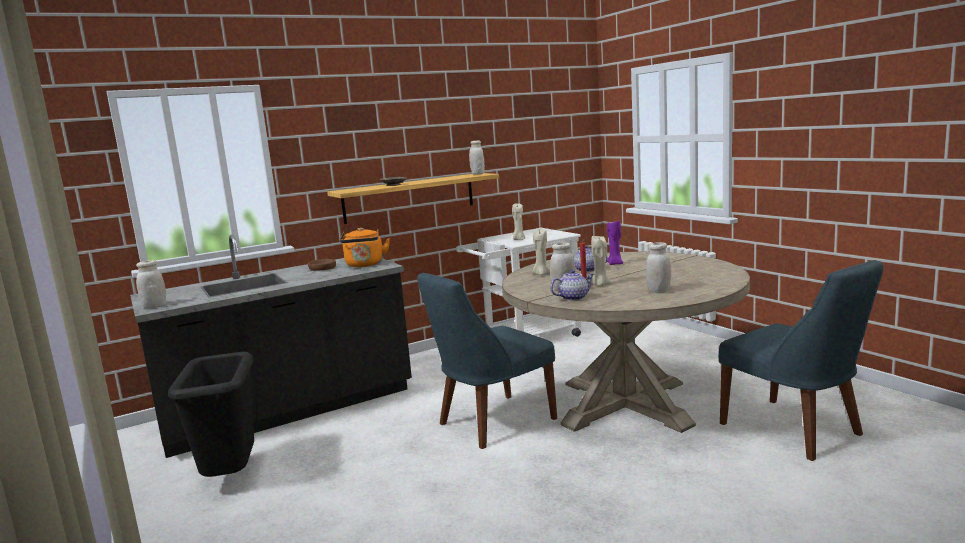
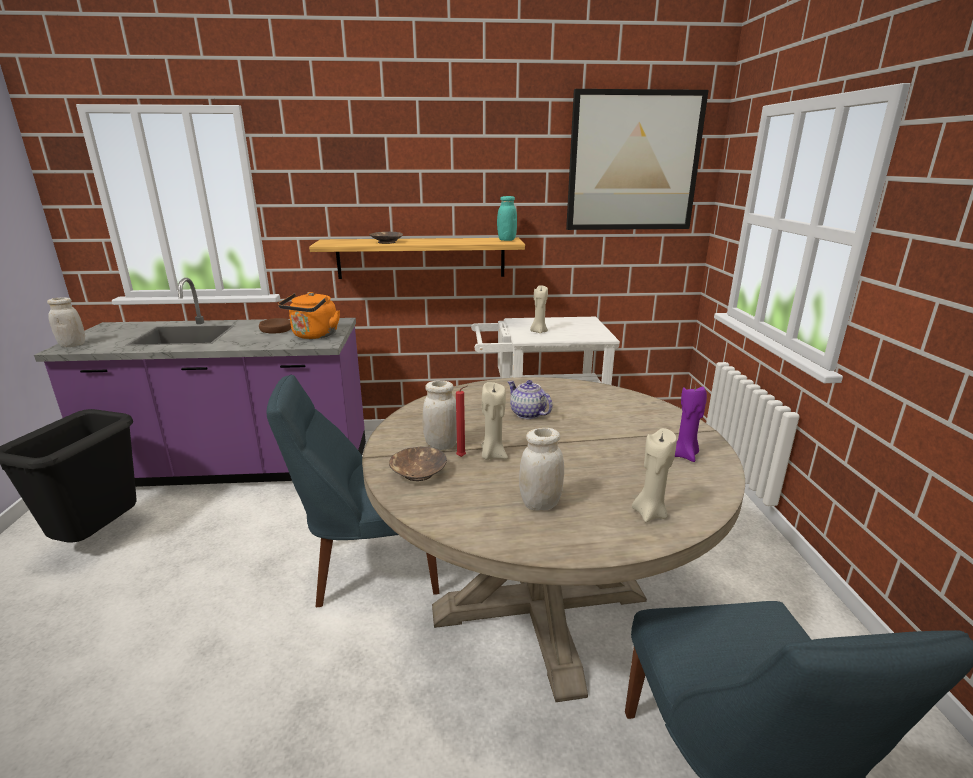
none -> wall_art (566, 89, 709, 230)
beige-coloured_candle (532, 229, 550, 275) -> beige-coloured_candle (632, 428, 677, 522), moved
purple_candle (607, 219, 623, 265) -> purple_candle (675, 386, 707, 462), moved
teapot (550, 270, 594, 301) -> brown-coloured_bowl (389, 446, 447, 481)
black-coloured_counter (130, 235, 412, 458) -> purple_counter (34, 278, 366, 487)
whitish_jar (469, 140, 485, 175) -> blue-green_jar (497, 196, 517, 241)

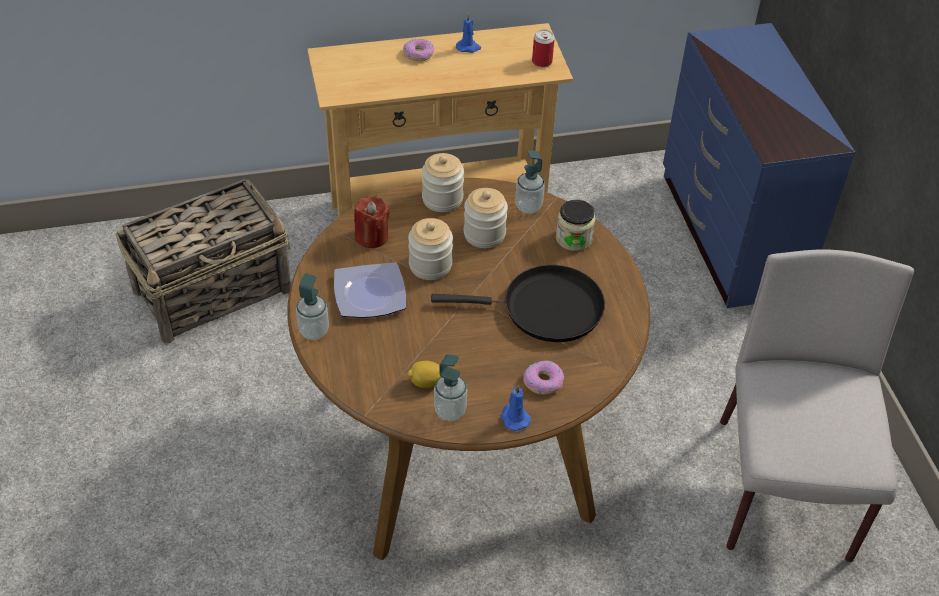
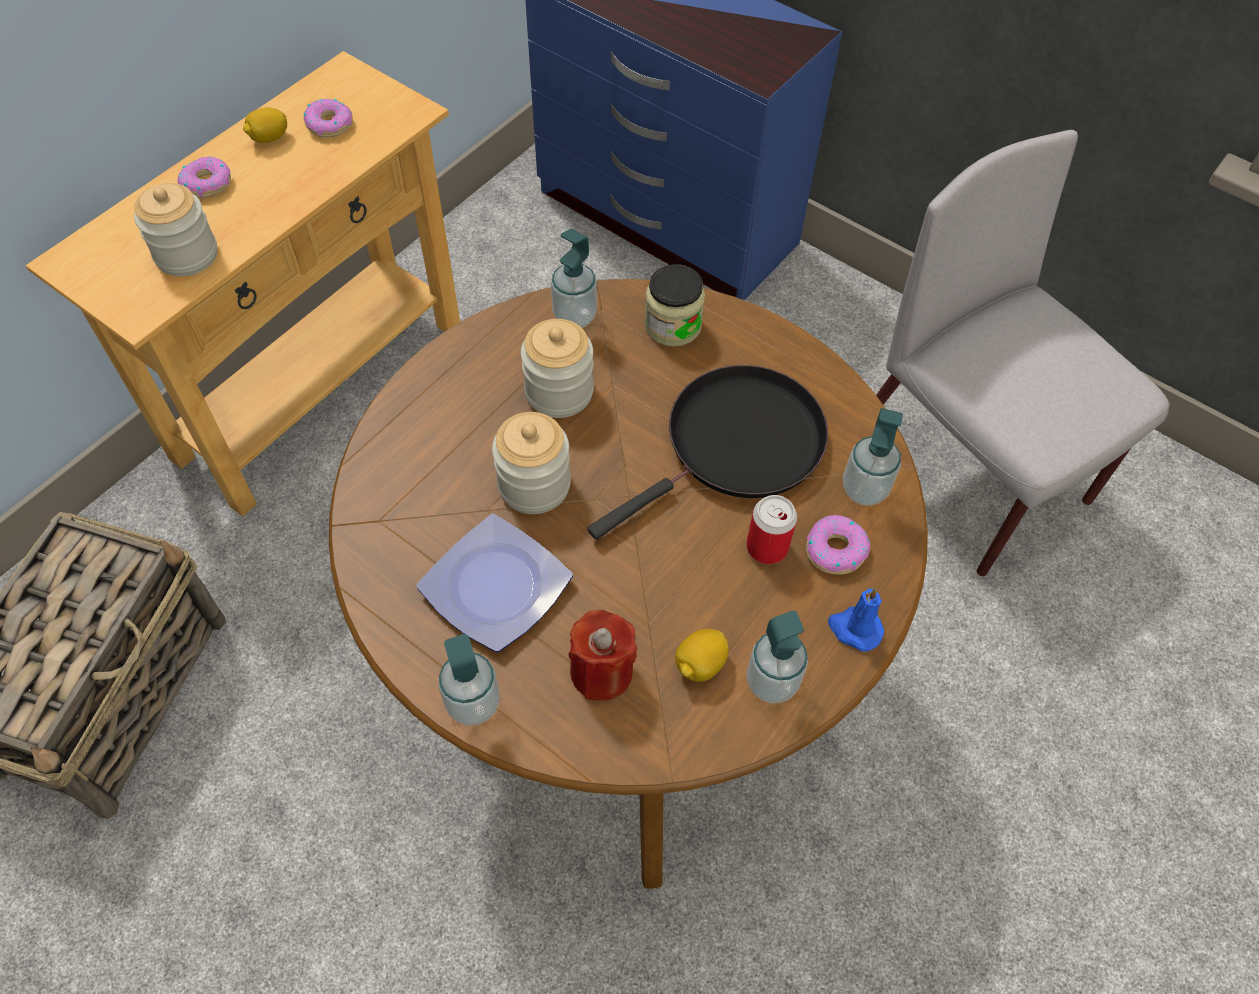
none -> ring_doughnut (303, 99, 353, 138)
none -> soap_bottle (843, 408, 903, 506)
red-coloured_candle (354, 196, 390, 248) -> red-coloured_candle (568, 610, 637, 701), moved
jar (422, 153, 464, 212) -> jar (134, 183, 218, 276), moved
can (532, 29, 555, 67) -> can (746, 495, 797, 564), moved
blue-coloured_candle (456, 13, 481, 53) -> citrus_fruit (243, 107, 287, 143)

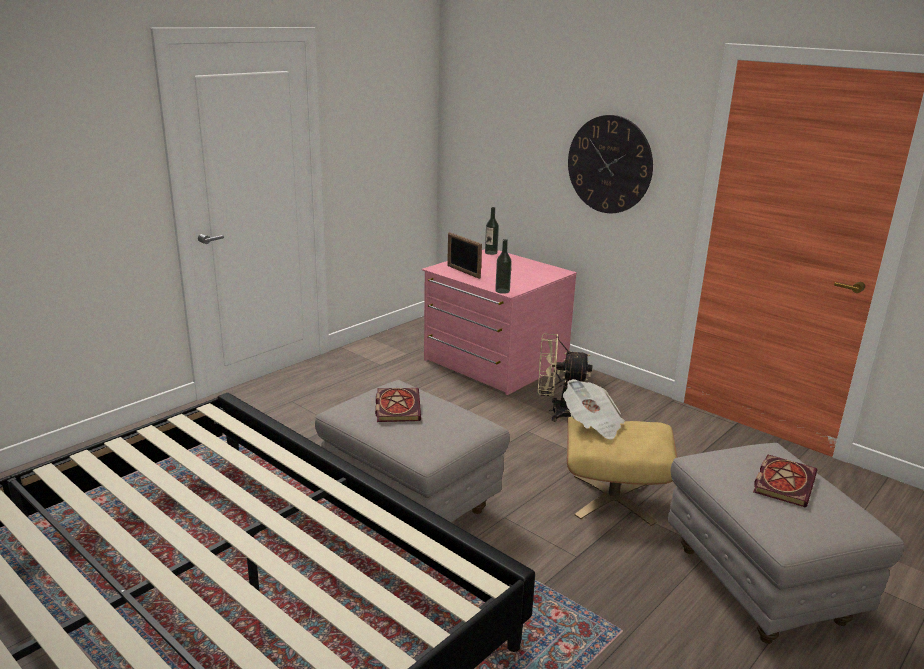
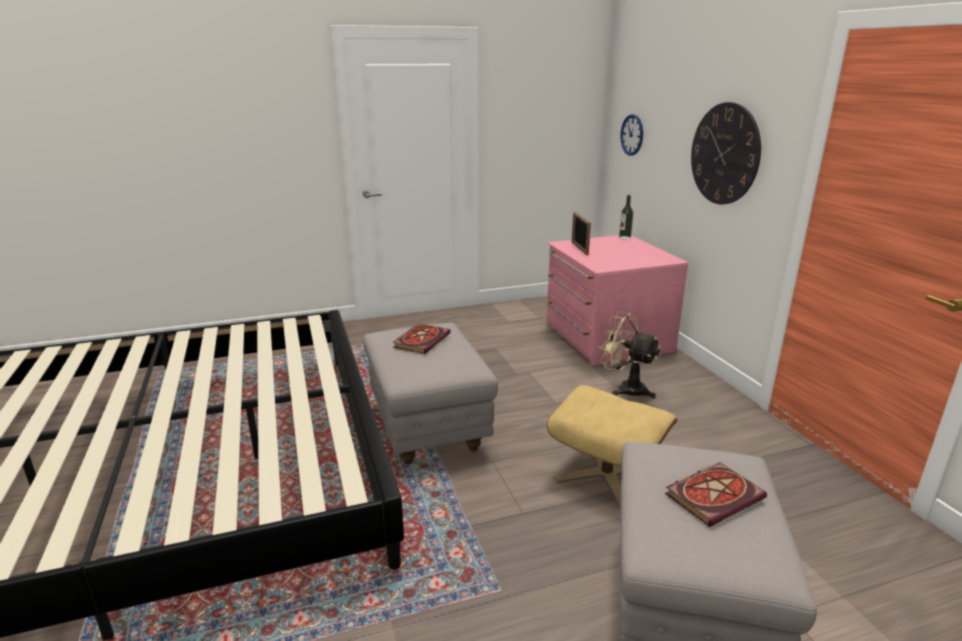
bottle (495, 239, 512, 294) -> none
newspaper (563, 379, 625, 440) -> none
none -> clock_on_the_wall (620, 114, 643, 156)

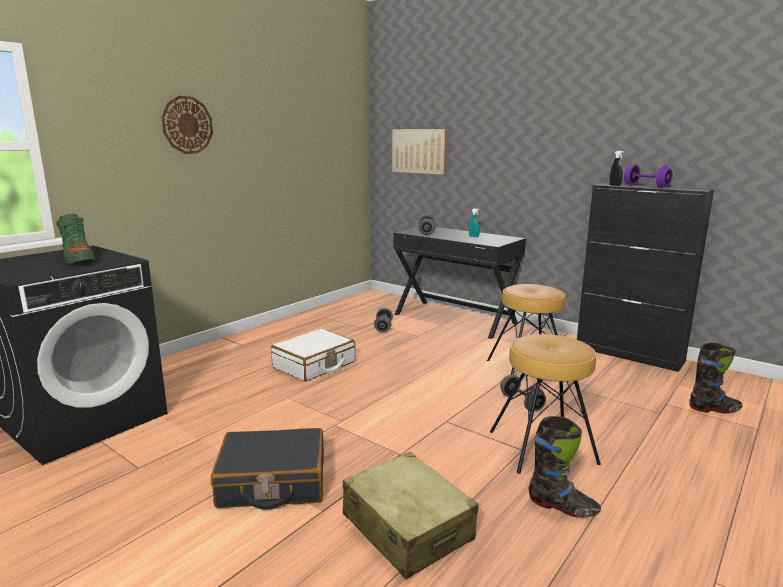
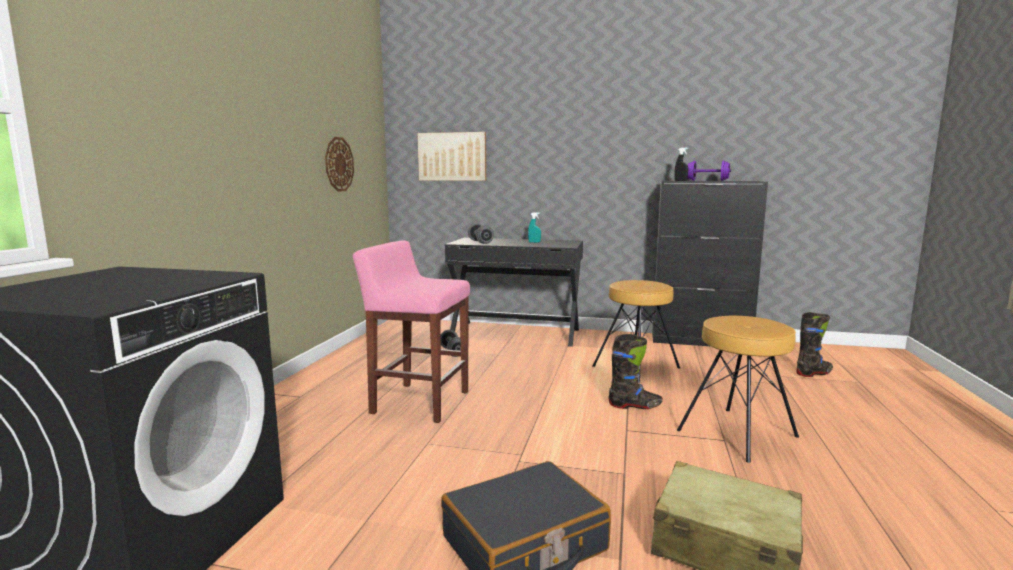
greenish_tall_boot (56, 214, 96, 264) -> none
gray_hand_weight (500, 375, 546, 411) -> none
clock_on_the_wall (162, 96, 213, 154) -> clock_on_the_wall (325, 137, 354, 192), moved
black-coloured_tall_boot (529, 416, 601, 518) -> black-coloured_tall_boot (608, 334, 663, 409), moved
whitish_suitcase (271, 329, 355, 381) -> pink-coloured_stool_seat (353, 240, 470, 423)

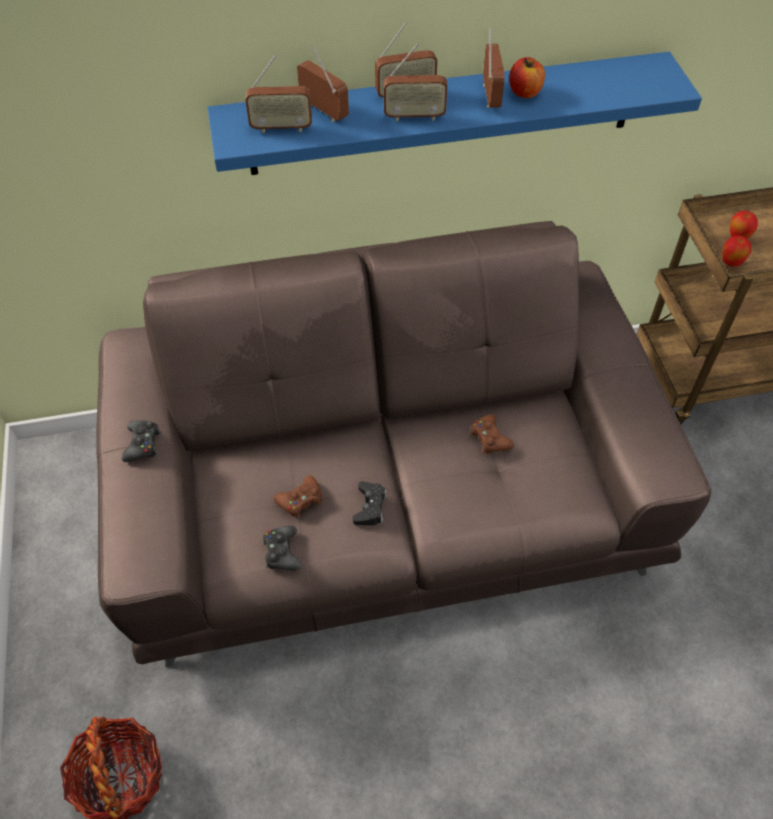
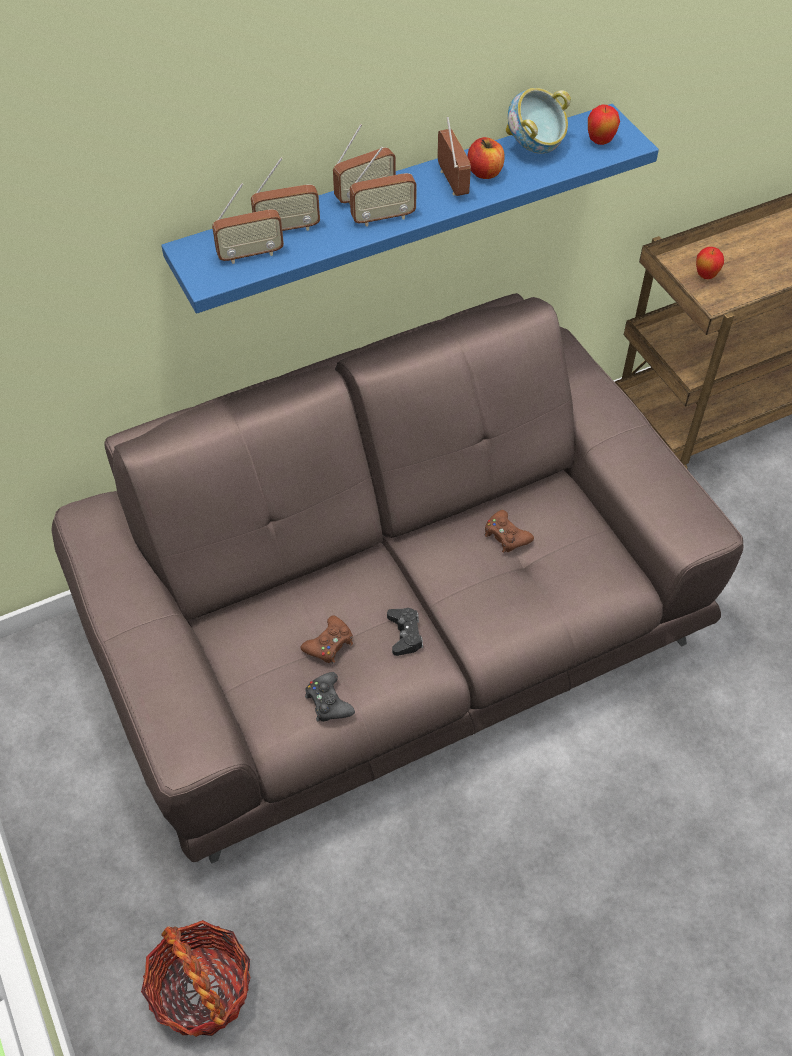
black-coloured_game_controller (122, 420, 161, 462) -> none
none -> bowl (506, 88, 571, 154)
apple_fruit (722, 235, 751, 267) -> apple_fruit (588, 104, 620, 145), moved
radio_receiver (297, 45, 349, 122) -> radio_receiver (251, 158, 320, 231), 135 degrees clockwise

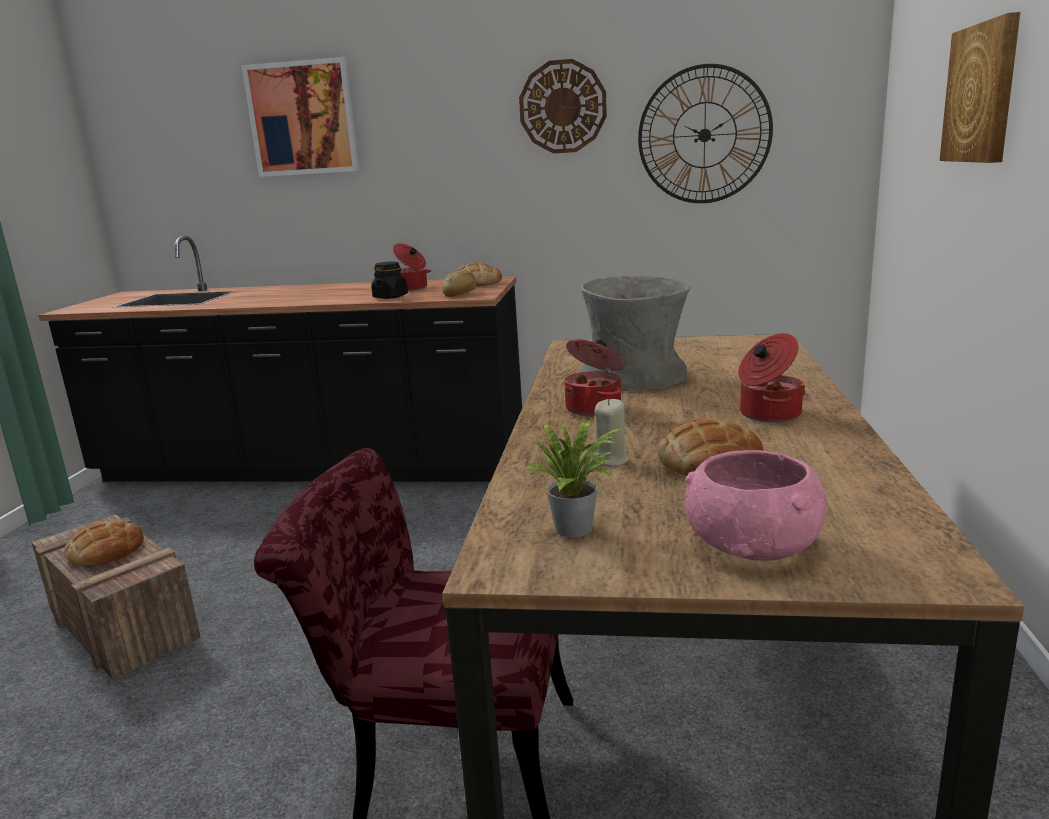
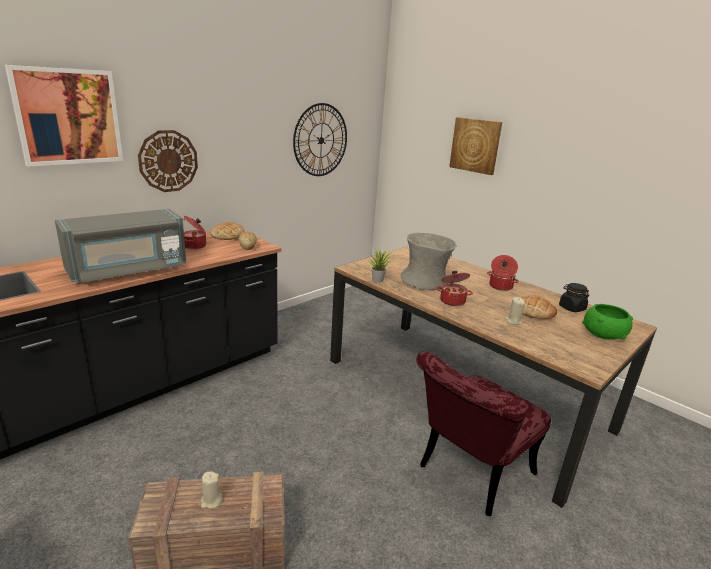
none -> gray_microwave_oven (55, 209, 186, 283)
black-coloured_jar (371, 261, 408, 299) -> black-coloured_jar (559, 283, 589, 312), moved
clock_on_the_wall (519, 59, 607, 153) -> clock_on_the_wall (138, 130, 198, 192), moved
houseplant (524, 416, 622, 537) -> houseplant (368, 249, 394, 282), moved
bakery_bread (64, 520, 144, 566) -> beige-coloured_candle (201, 471, 222, 509)
pink-coloured_bowl (685, 450, 827, 561) -> greenish_bowl (582, 304, 633, 340)

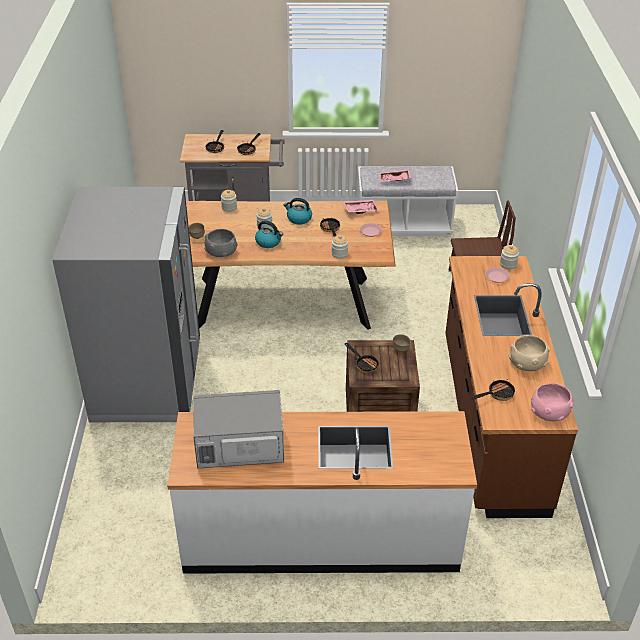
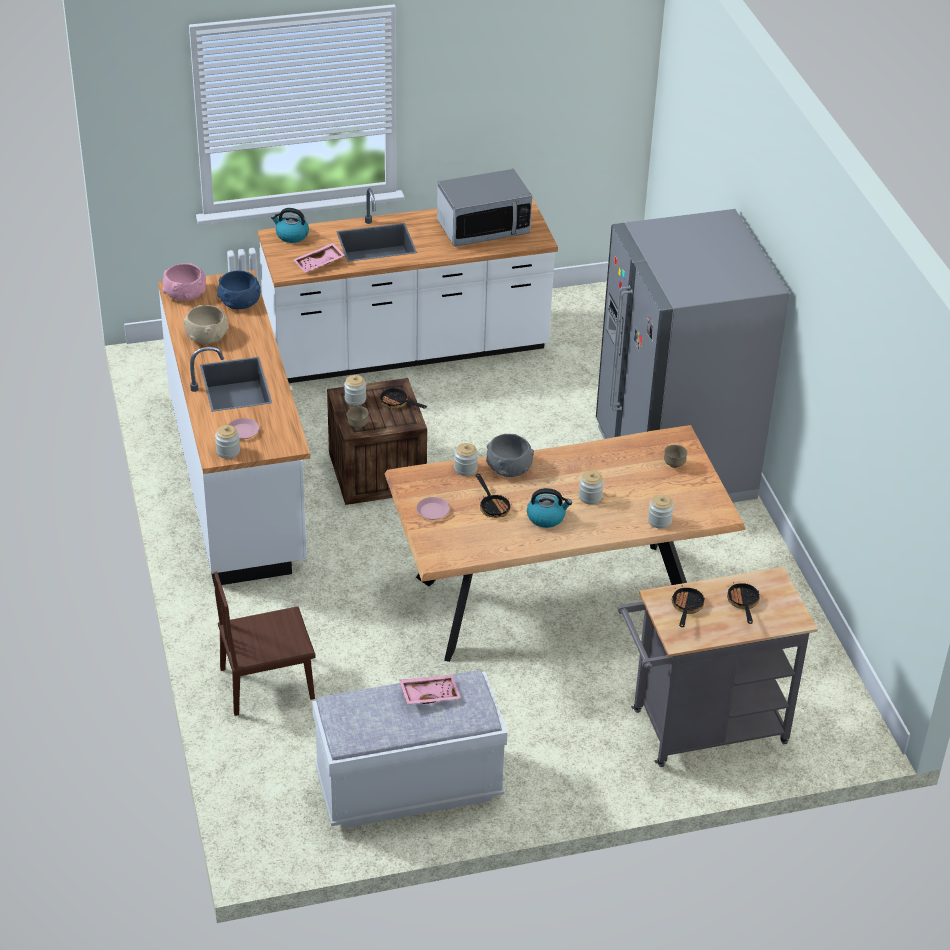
none -> jar (344, 375, 366, 406)
gray_bowl (204, 229, 238, 257) -> gray_bowl (486, 434, 534, 477), moved
tea_kettle (255, 220, 283, 248) -> tea_kettle (271, 208, 309, 243), moved
pink-coloured_serving_tray (342, 200, 380, 214) -> pink-coloured_serving_tray (293, 243, 345, 272), moved
pan (472, 379, 515, 401) -> blue-coloured_bowl (217, 270, 261, 309)
brown-coloured_counter (445, 256, 578, 518) -> whitish_counter (158, 270, 310, 586)

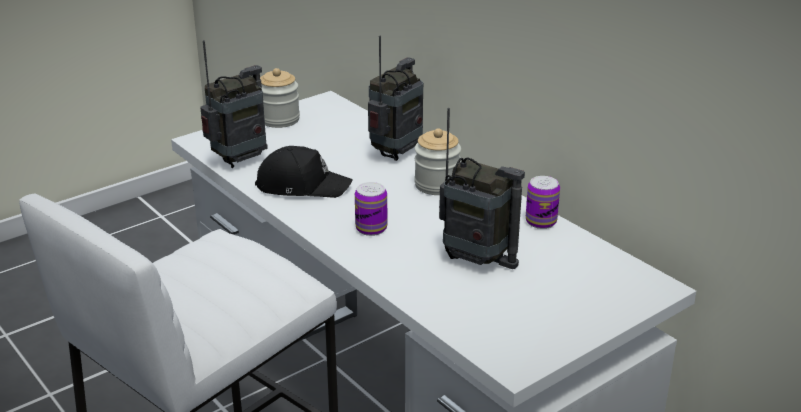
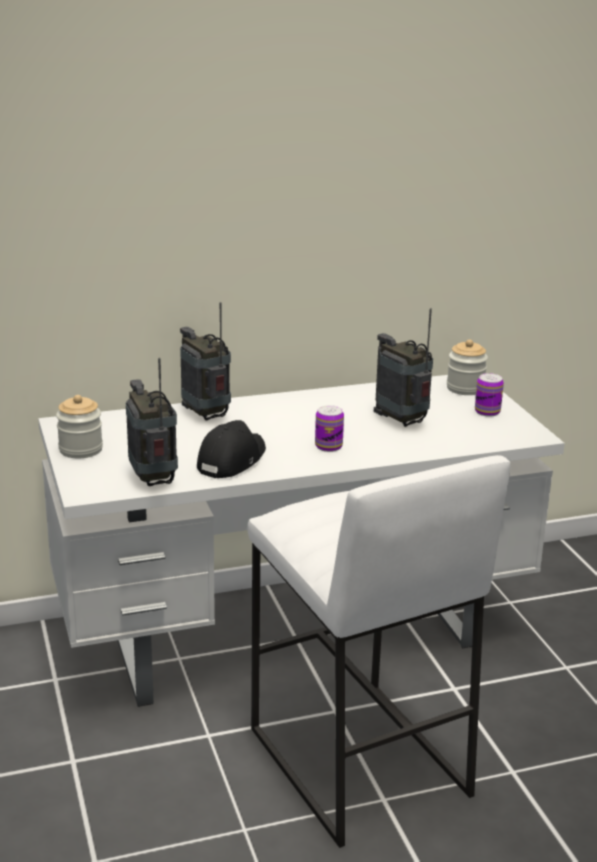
jar (414, 128, 461, 195) -> jar (447, 339, 488, 395), moved
can (526, 176, 560, 229) -> can (475, 373, 504, 417), moved
radio_receiver (439, 108, 525, 269) -> radio_receiver (374, 308, 433, 427), 90 degrees counterclockwise

